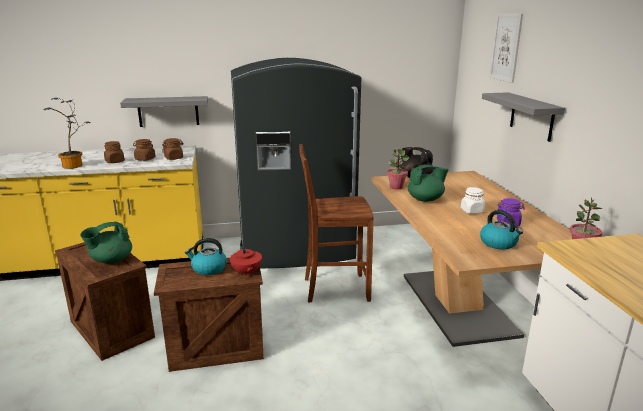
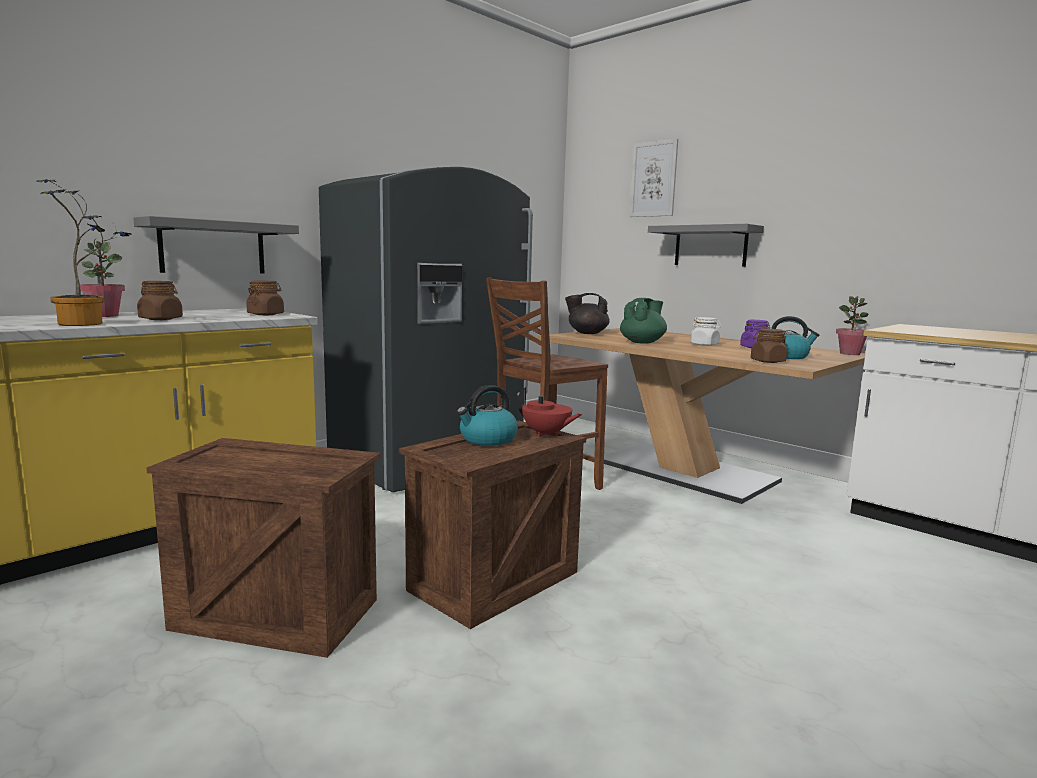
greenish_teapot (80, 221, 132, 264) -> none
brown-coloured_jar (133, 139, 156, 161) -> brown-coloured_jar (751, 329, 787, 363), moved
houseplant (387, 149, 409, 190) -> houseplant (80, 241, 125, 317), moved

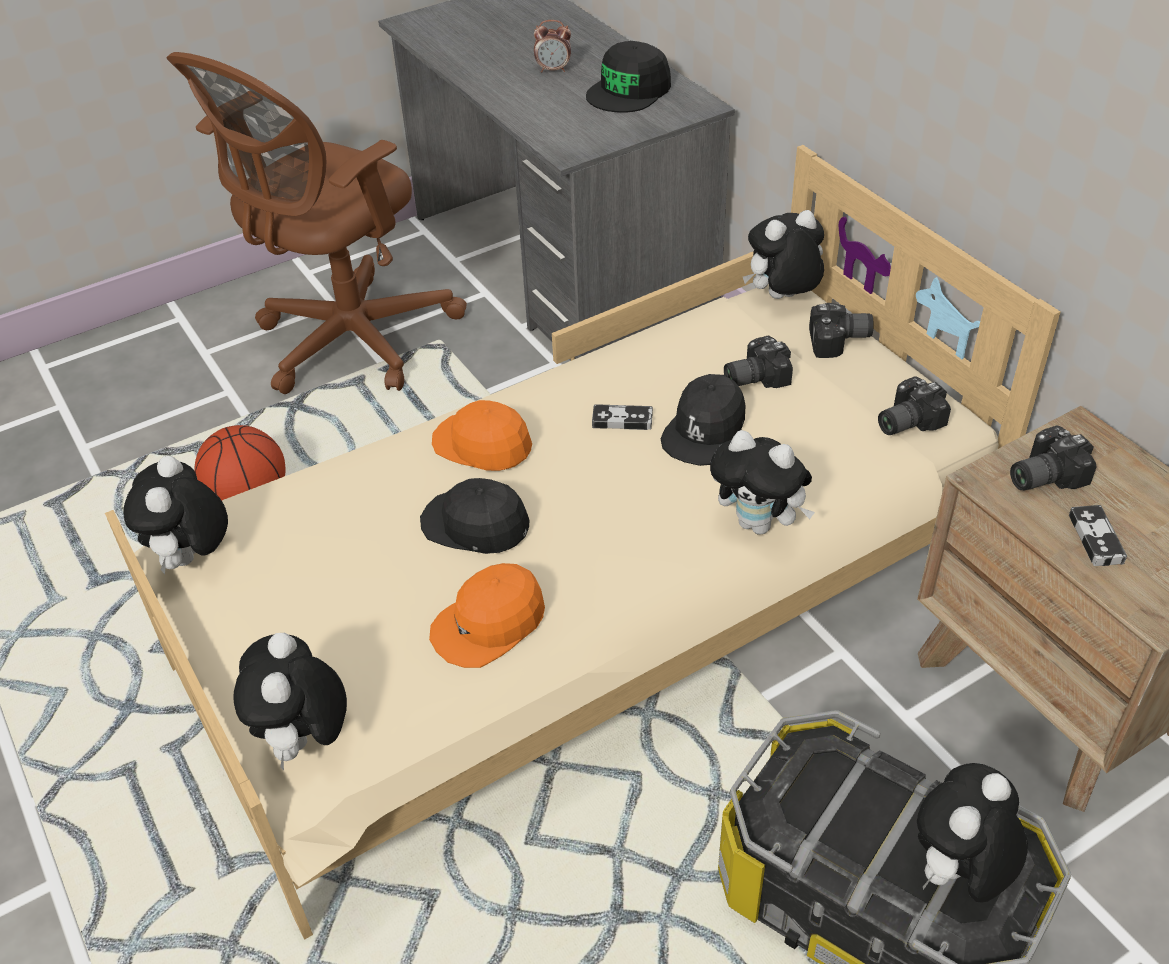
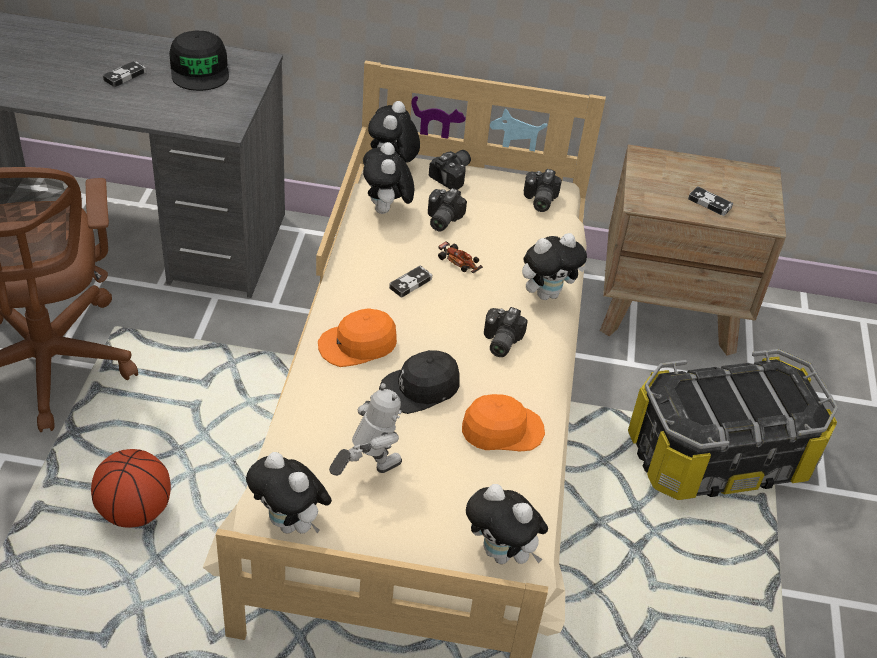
none -> robot_figure (329, 383, 402, 476)
cuddly_toy (917, 763, 1028, 903) -> cuddly_toy (363, 142, 414, 214), moved
photo_camera (1010, 426, 1097, 491) -> photo_camera (484, 307, 528, 357), moved
table_clock (534, 20, 571, 72) -> game_controller (103, 60, 146, 87)
black-coloured_peaked_cap (661, 374, 746, 466) -> toy_car (438, 241, 483, 273)
orange_peaked_cap (429, 563, 545, 668) -> orange_peaked_cap (462, 394, 545, 451), 105 degrees counterclockwise

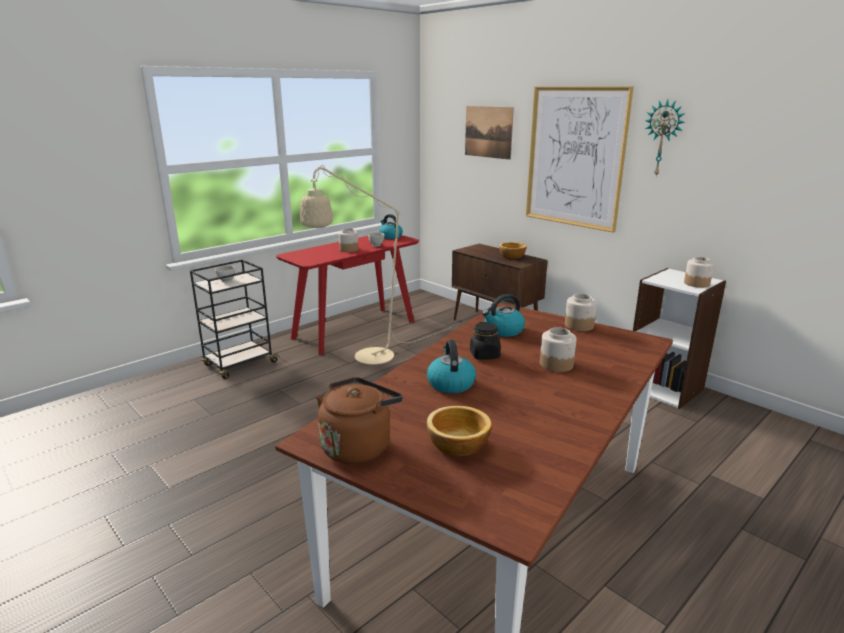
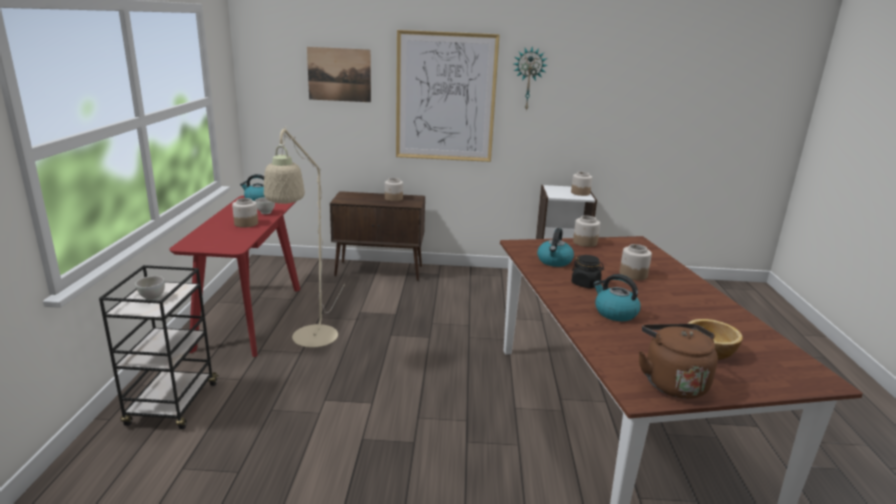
bowl (499, 242, 527, 259) -> jar (385, 178, 403, 201)

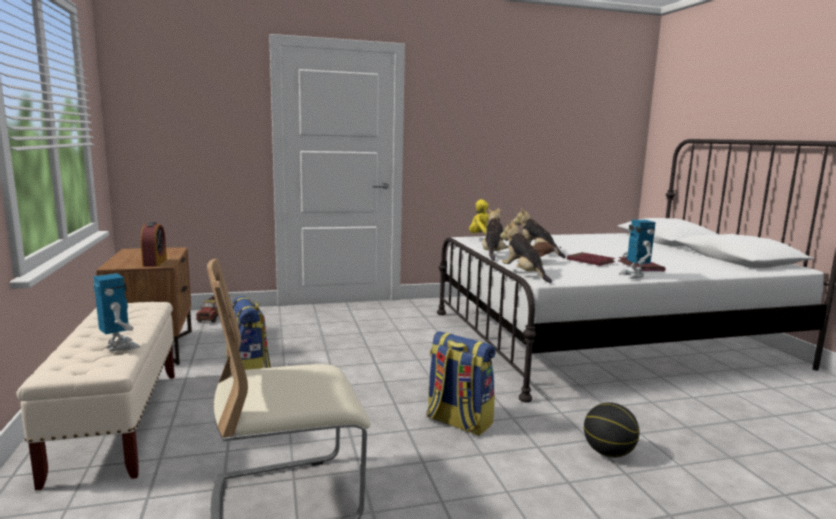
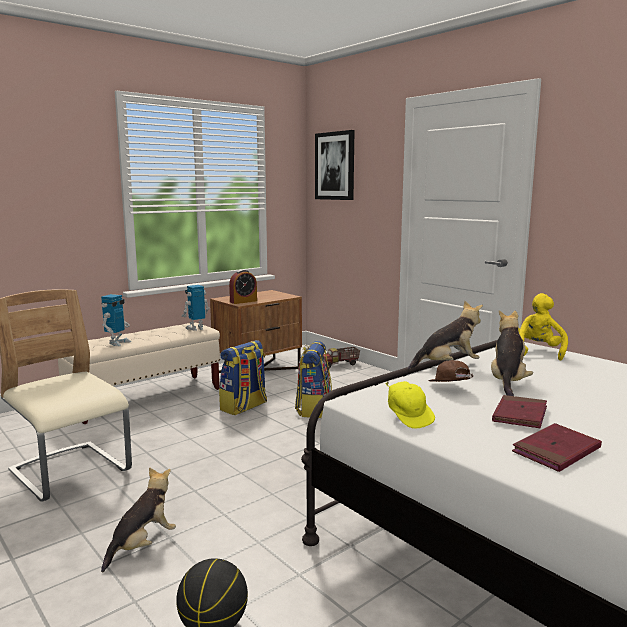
none -> wall_art (315, 130, 354, 200)
none -> yellow_peaked_cap (385, 381, 435, 428)
rucksack (427, 331, 496, 436) -> rucksack (295, 341, 332, 418), moved
cuddly_toy (500, 220, 552, 283) -> cuddly_toy (101, 467, 176, 572), moved
robot_figure (619, 220, 656, 279) -> robot_figure (182, 285, 210, 331), moved

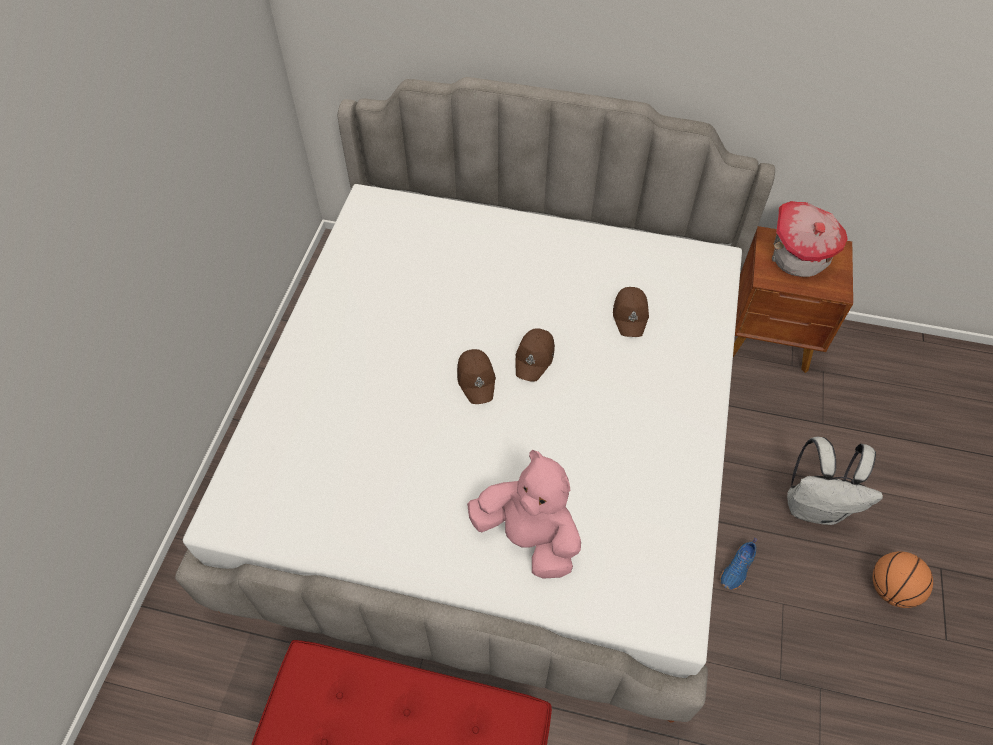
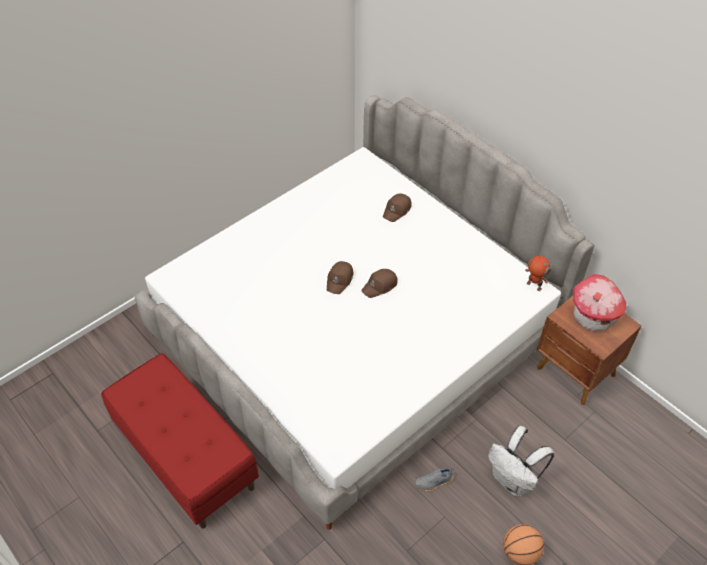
pink-coloured_cuddly_toy (467, 450, 581, 578) -> none
none -> robot_figure (525, 256, 551, 291)
brown-coloured_peaked_cap (613, 287, 649, 337) -> brown-coloured_peaked_cap (383, 193, 412, 222), moved
blue-coloured_shoe (720, 538, 757, 590) -> gray_shoe (415, 468, 454, 491)

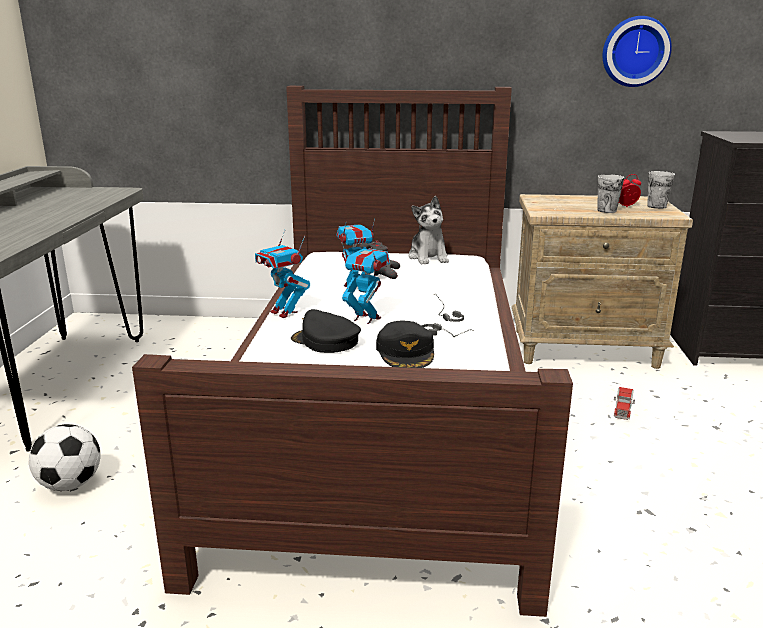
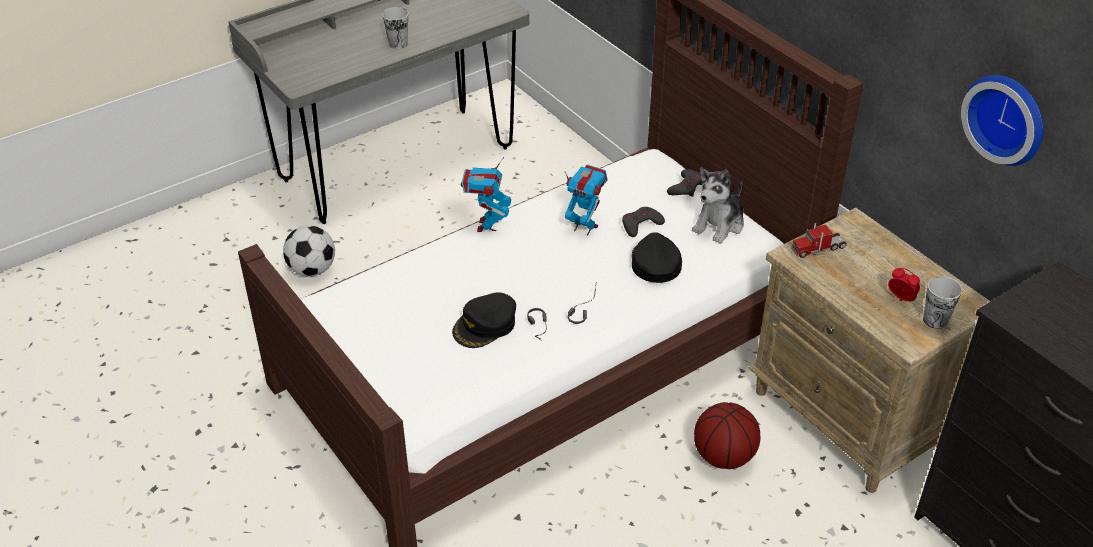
robot_figure (341, 242, 390, 324) -> none
none -> ball_for_basketball (694, 402, 760, 469)
black-coloured_peaked_cap (291, 309, 361, 353) -> black-coloured_peaked_cap (632, 232, 682, 283), moved
cup (598, 174, 625, 213) -> cup (382, 7, 408, 49), moved
toy_truck (614, 387, 635, 420) -> toy_truck (791, 223, 847, 258), moved

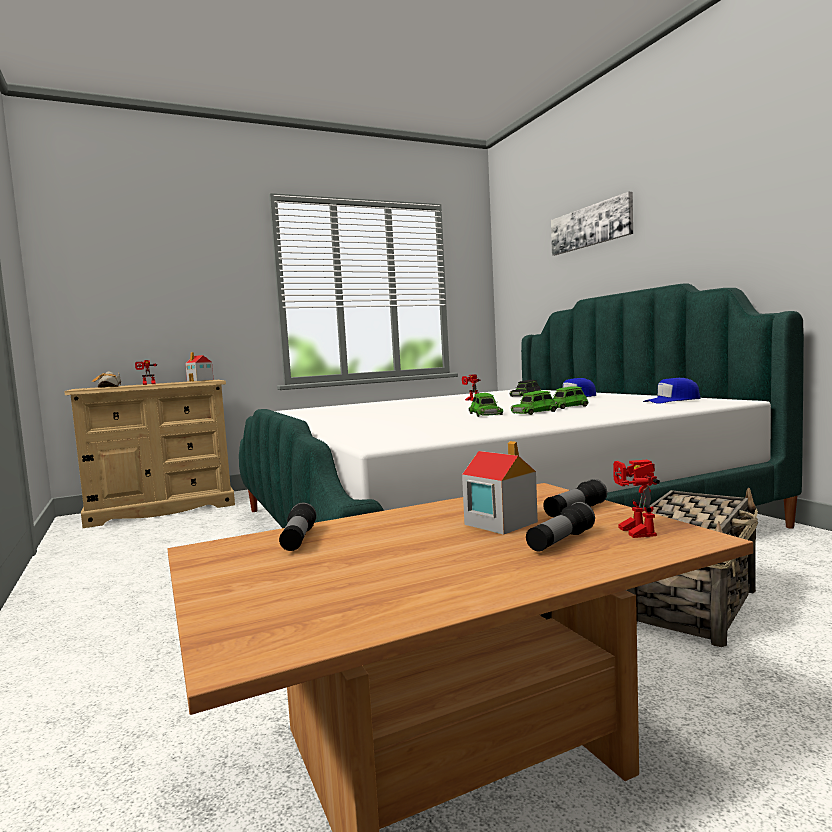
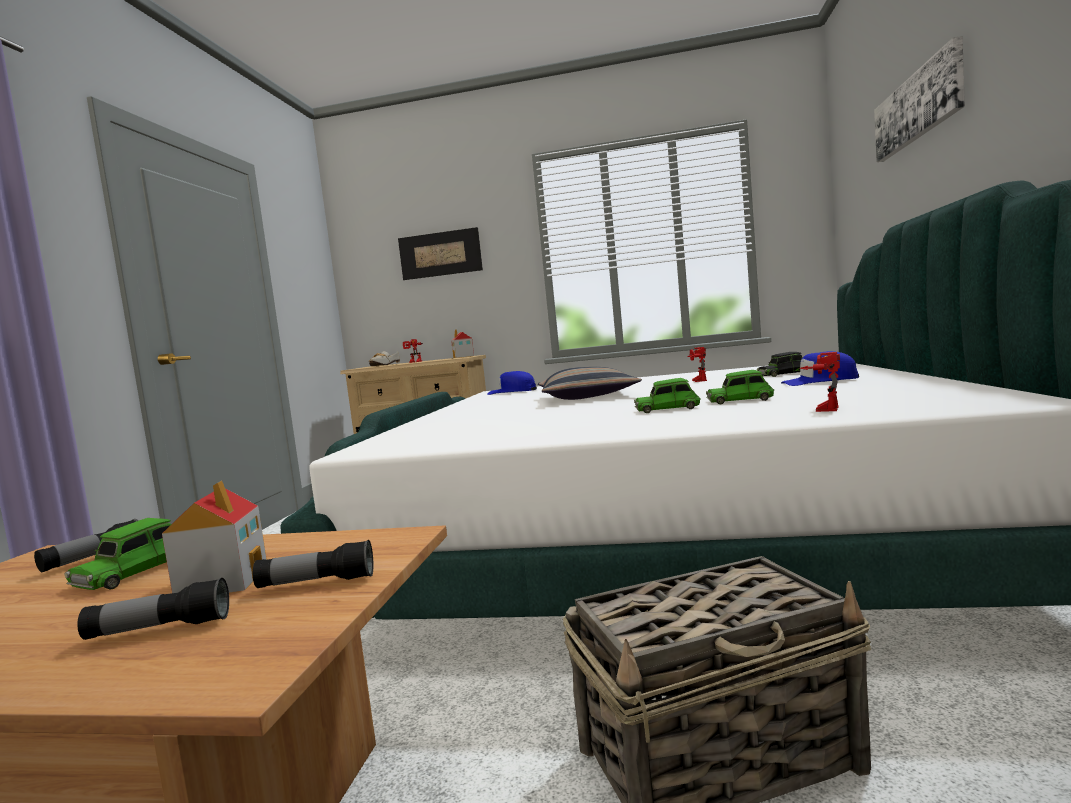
none -> wall_art (398, 227, 483, 280)
none -> throw_pillow (538, 367, 642, 400)
greenish_toy_car (469, 393, 503, 417) -> greenish_toy_car (64, 518, 171, 590), moved
robot_figure (613, 460, 660, 538) -> robot_figure (800, 352, 840, 412), moved
blue-coloured_peaked_cap (643, 378, 700, 404) -> blue-coloured_peaked_cap (487, 371, 537, 395), moved

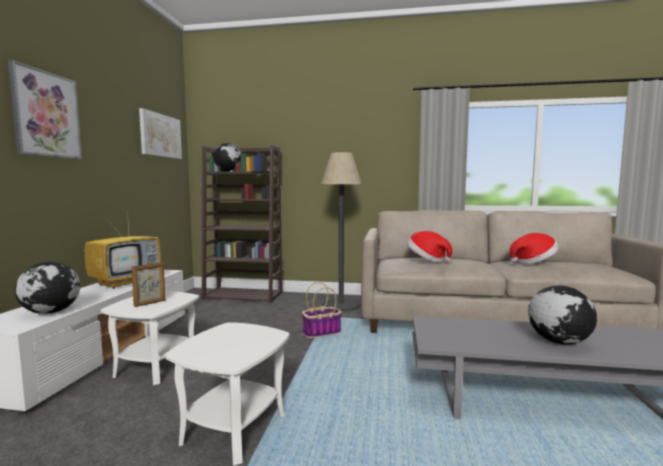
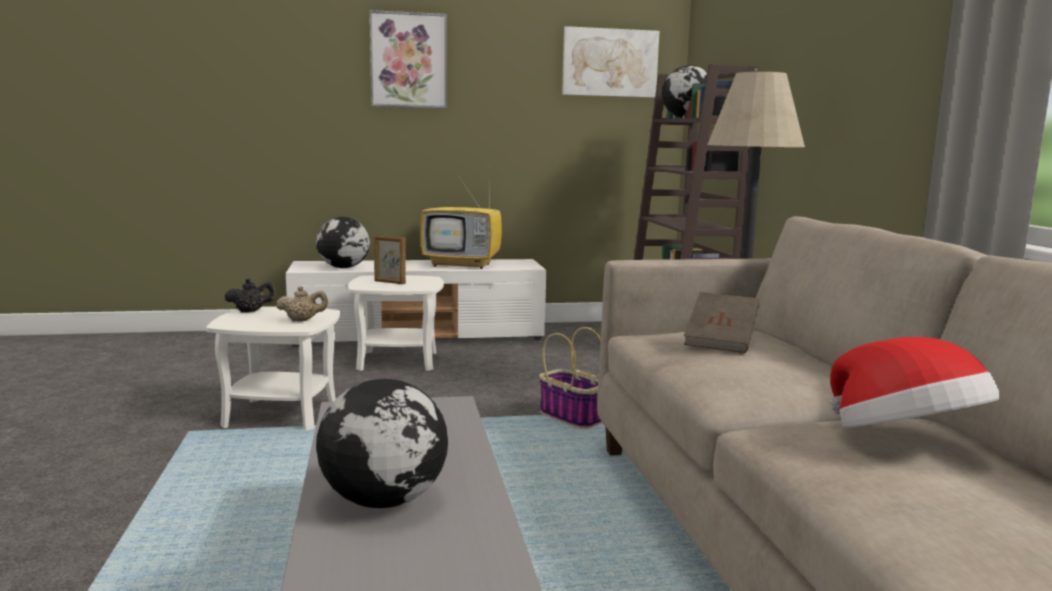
none -> black-coloured_teapot (224, 278, 276, 313)
none -> beige-coloured_teapot (276, 286, 328, 322)
wearable_hat (407, 231, 452, 263) -> brown-coloured_bound_book (684, 292, 760, 353)

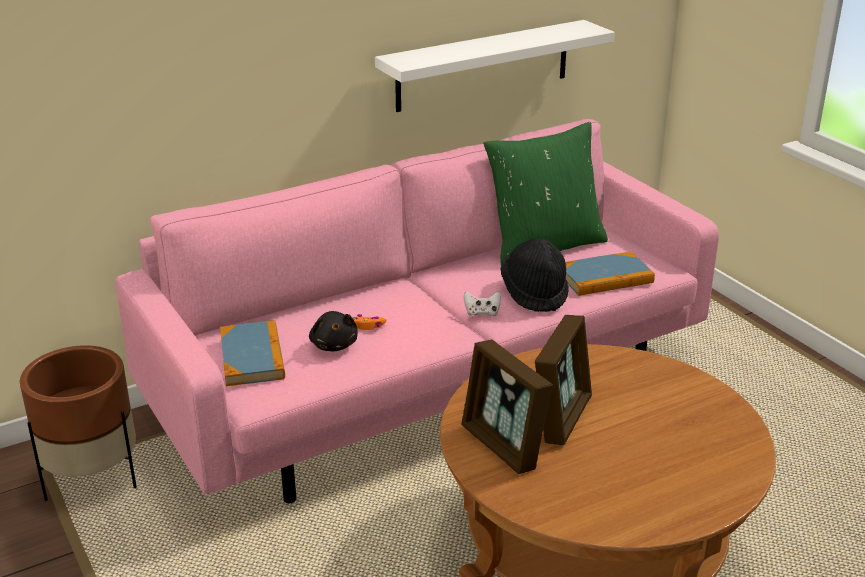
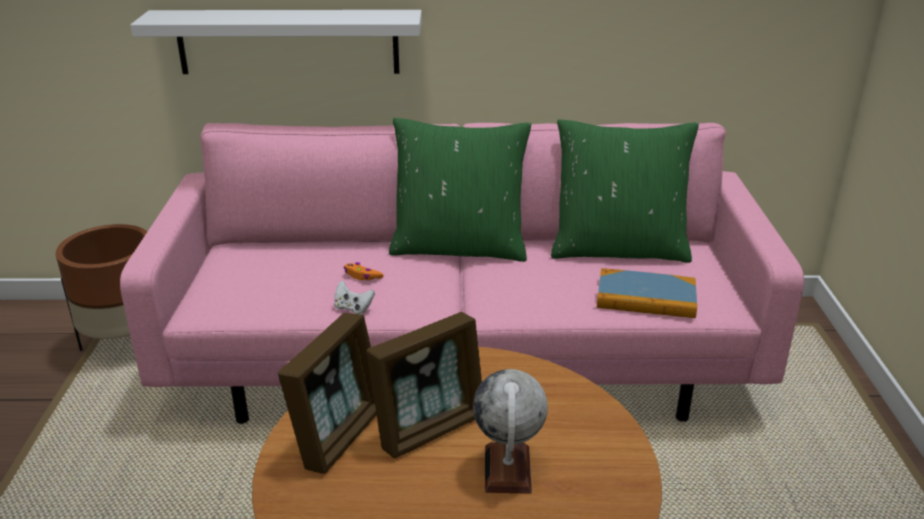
bound_book (220, 320, 285, 386) -> none
black-coloured_cuddly_toy (309, 311, 358, 351) -> none
black-coloured_wearable_hat (501, 238, 569, 312) -> none
none -> greenish_throw_pillow (389, 118, 531, 262)
none -> world_globe (473, 369, 548, 494)
whitish_bracket_shelf (375, 20, 615, 112) -> whitish_bracket_shelf (130, 10, 422, 74), moved
whitish_game_controller (463, 291, 501, 316) -> whitish_game_controller (334, 281, 375, 315), moved
photo_frame (461, 339, 553, 474) -> photo_frame (278, 313, 377, 474), 150 degrees counterclockwise

